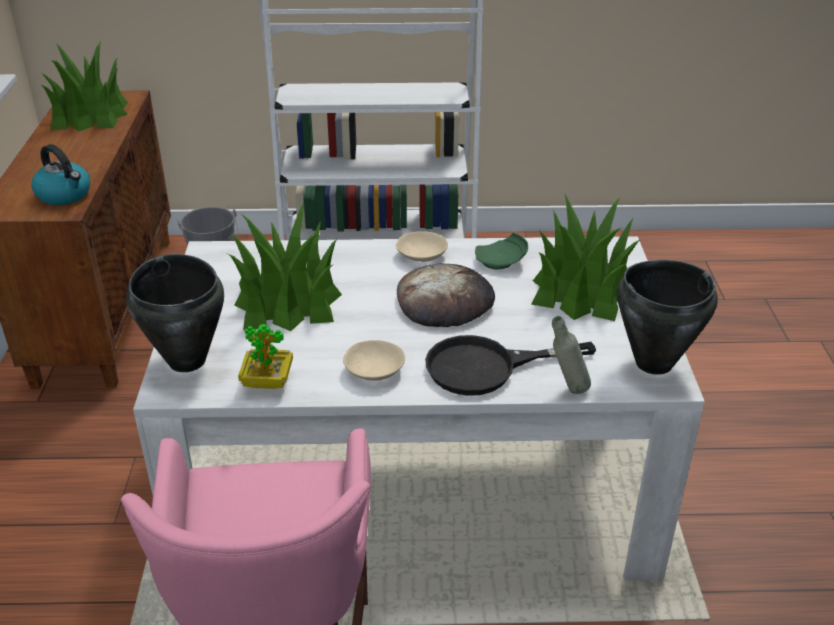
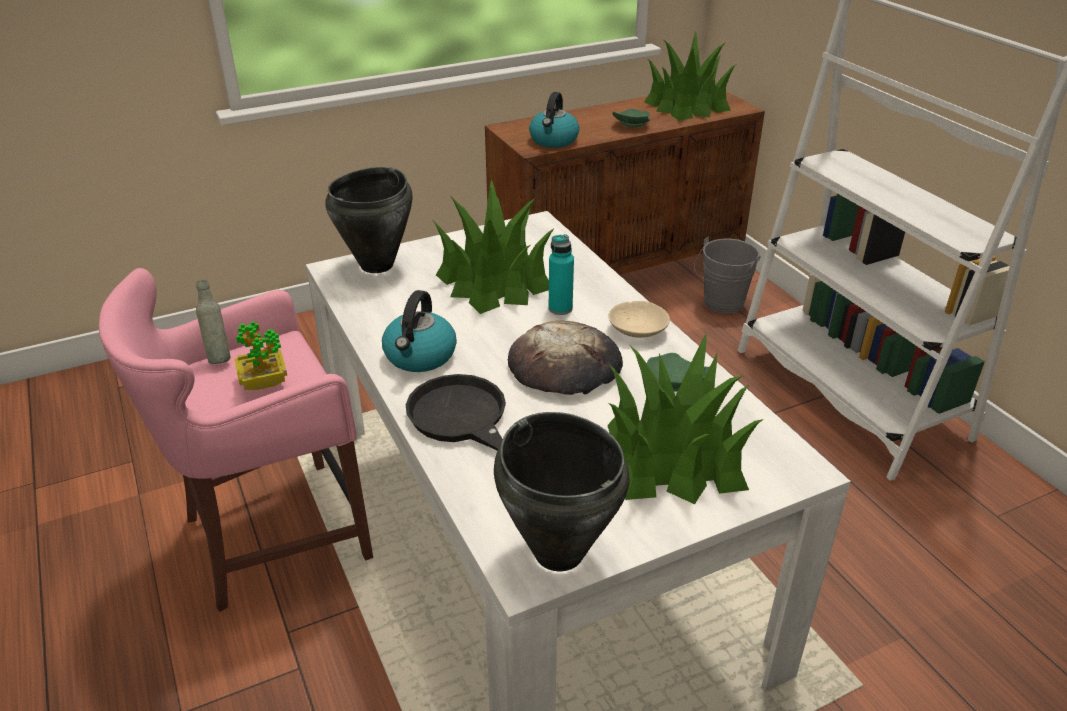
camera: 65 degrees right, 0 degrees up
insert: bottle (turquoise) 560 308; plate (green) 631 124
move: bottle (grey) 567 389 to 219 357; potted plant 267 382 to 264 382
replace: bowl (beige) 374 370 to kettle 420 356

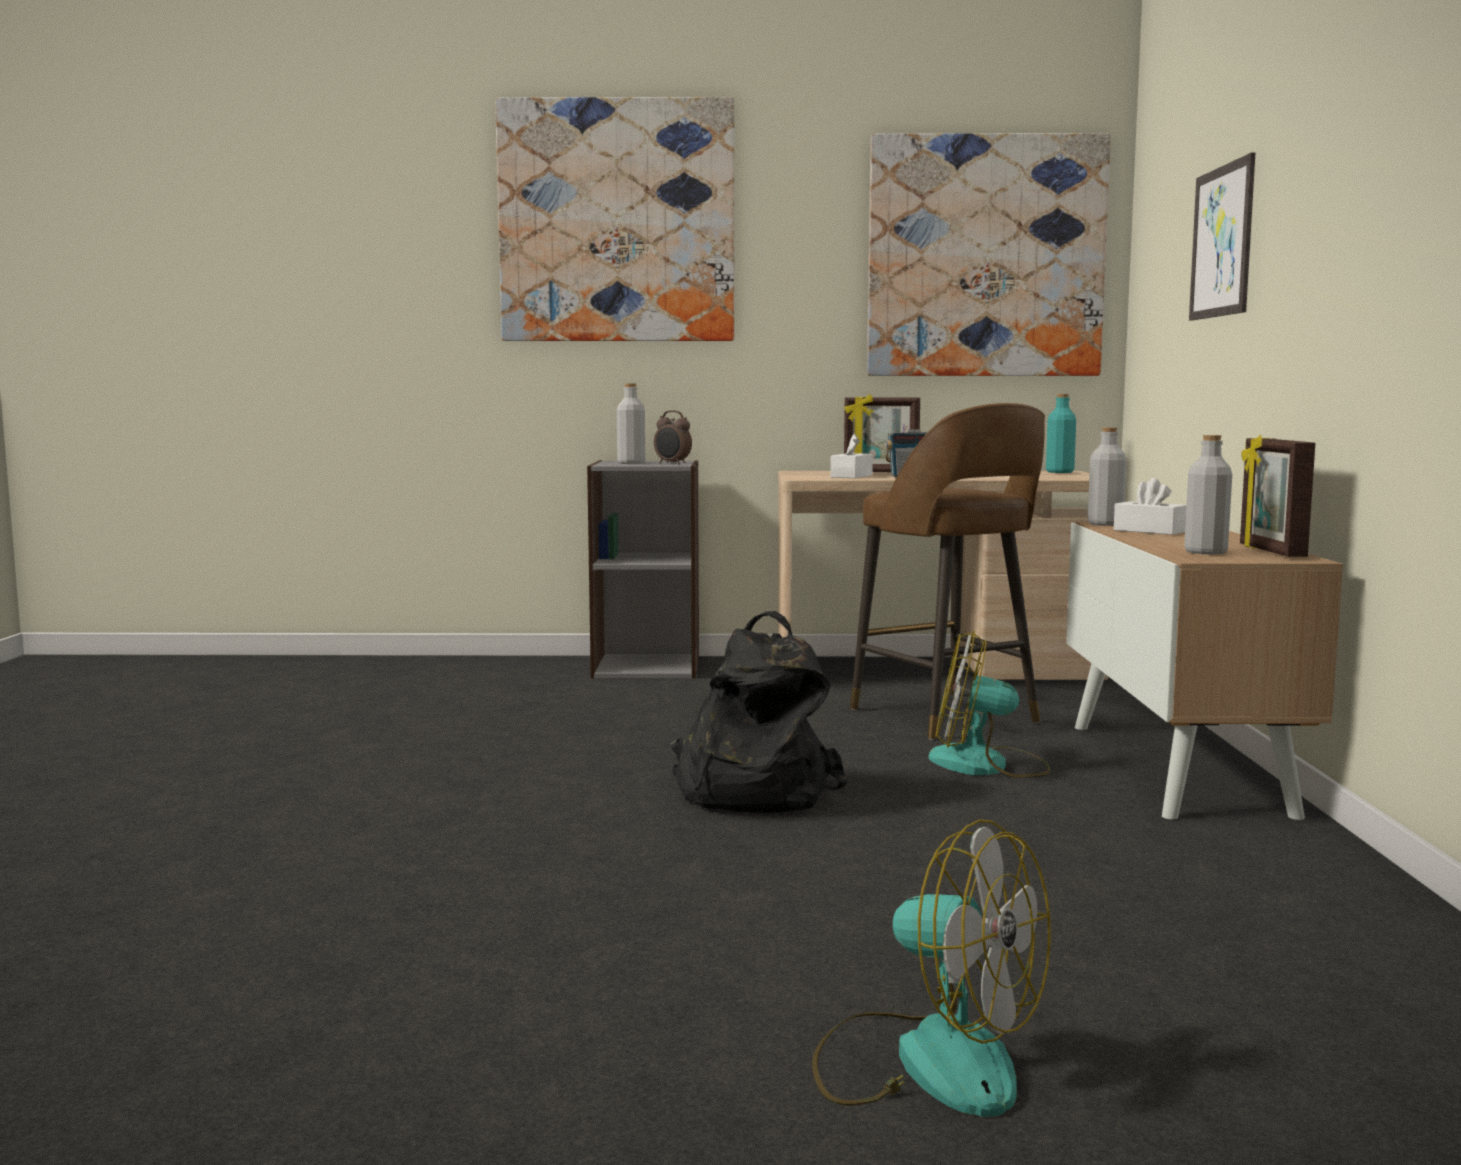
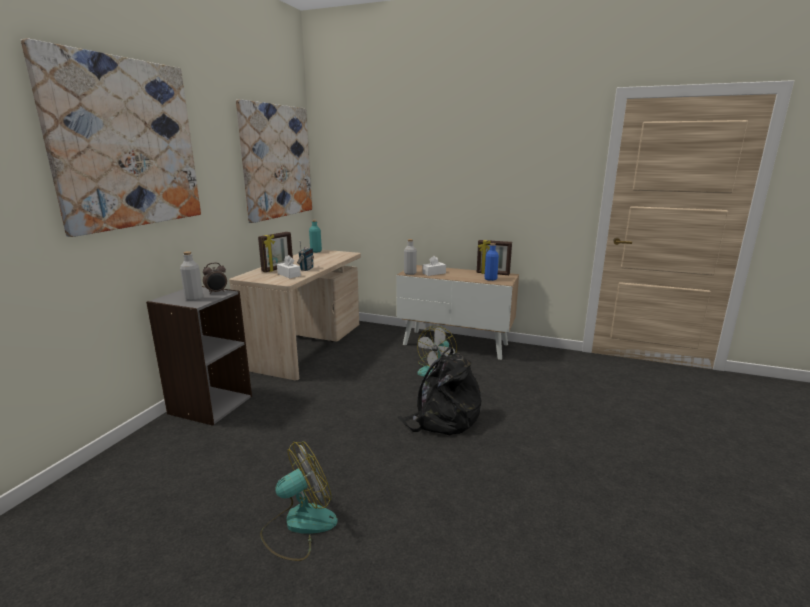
camera: 70 degrees left, 10 degrees up
delete: stool (brown) 947 717; picture 1222 241
move: fan 926 1060 to 299 525
recolor: bottle (grey) 1205 552 to bottle (blue) 490 279

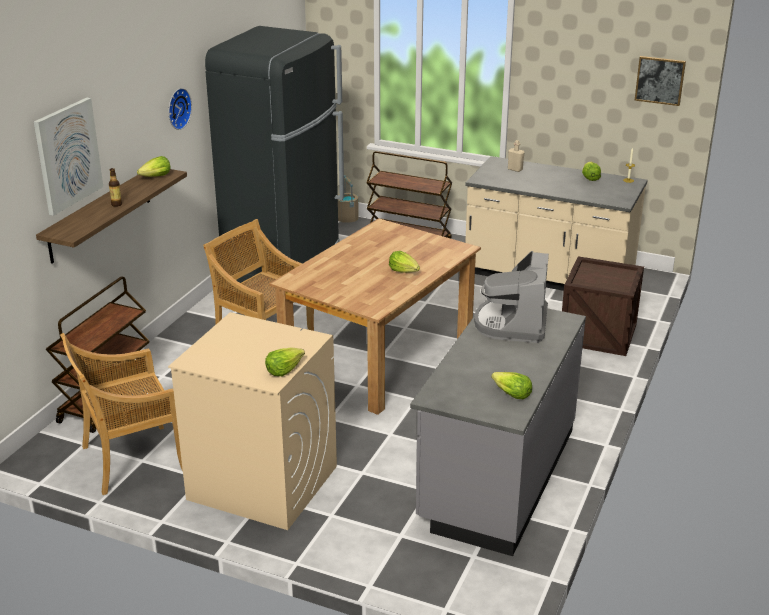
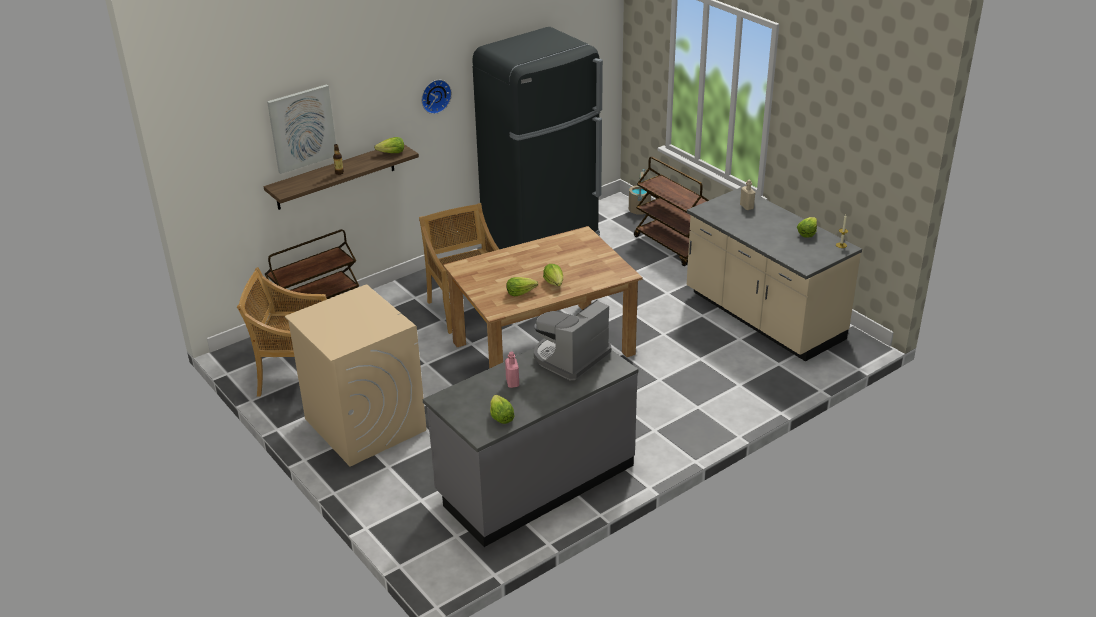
camera: 30 degrees right, 5 degrees up
delete: crate 598 334; picture 660 80
insert: bottle (pink) 512 383
move: lettuce 284 370 to 520 292

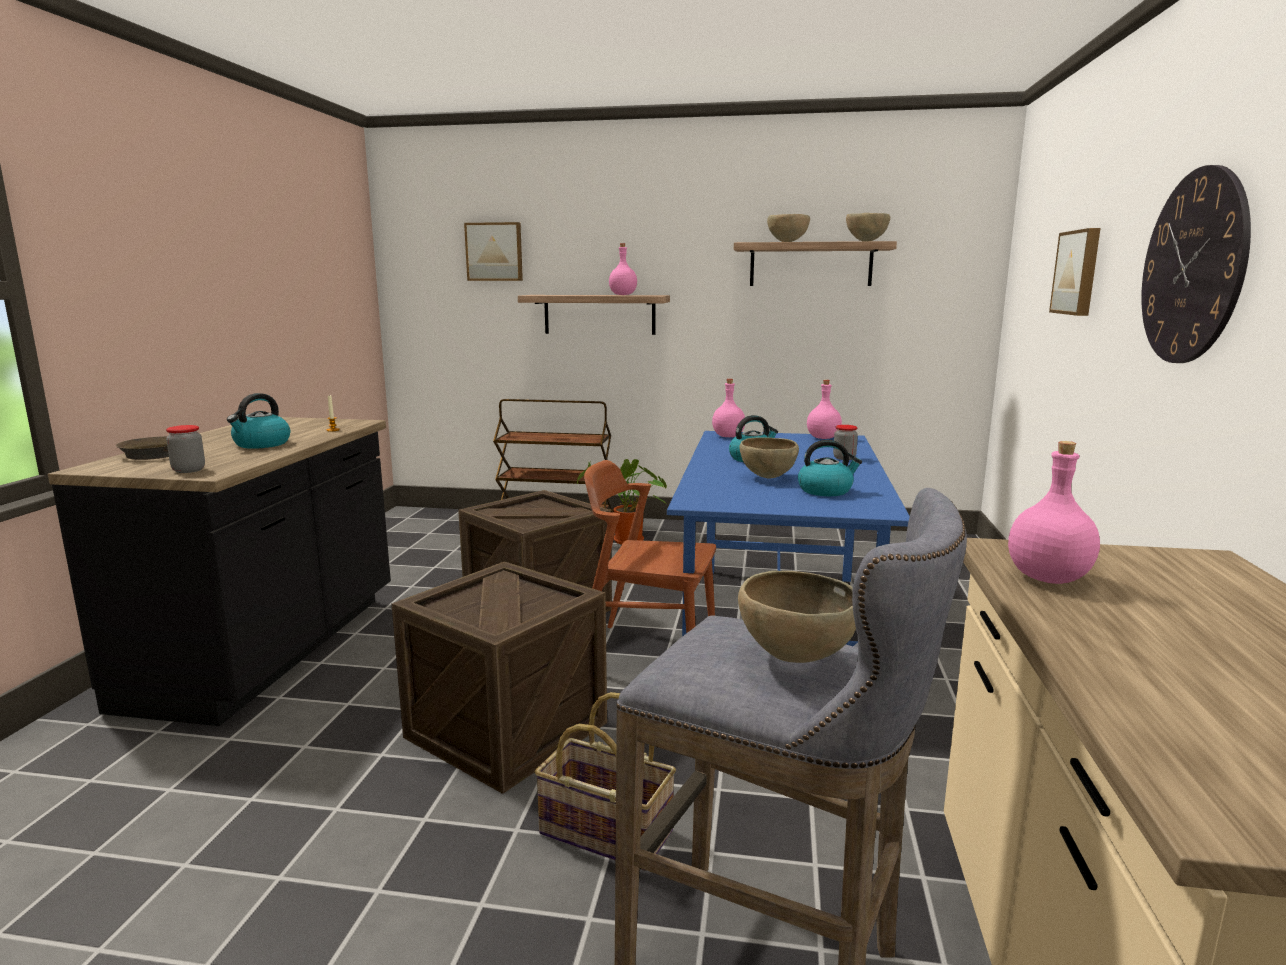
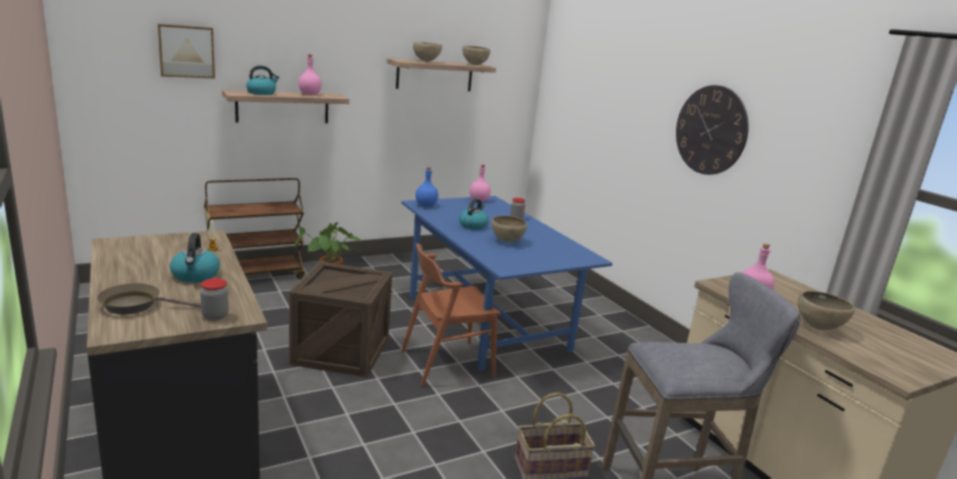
camera: 40 degrees left, 5 degrees up
delete: crate 506 730; picture 1078 272
move: kettle 826 490 to 262 93; bowl (brown) 795 659 to 818 328
recolor: bottle (pink) 728 436 to bottle (blue) 425 205

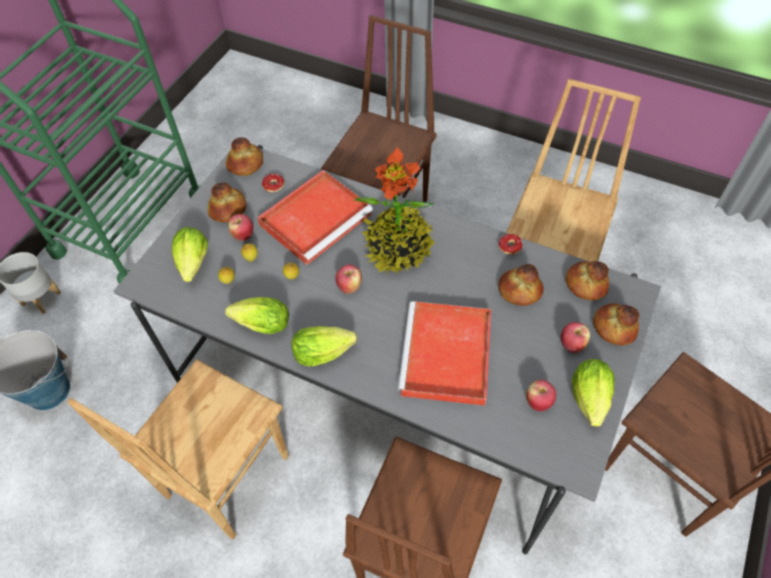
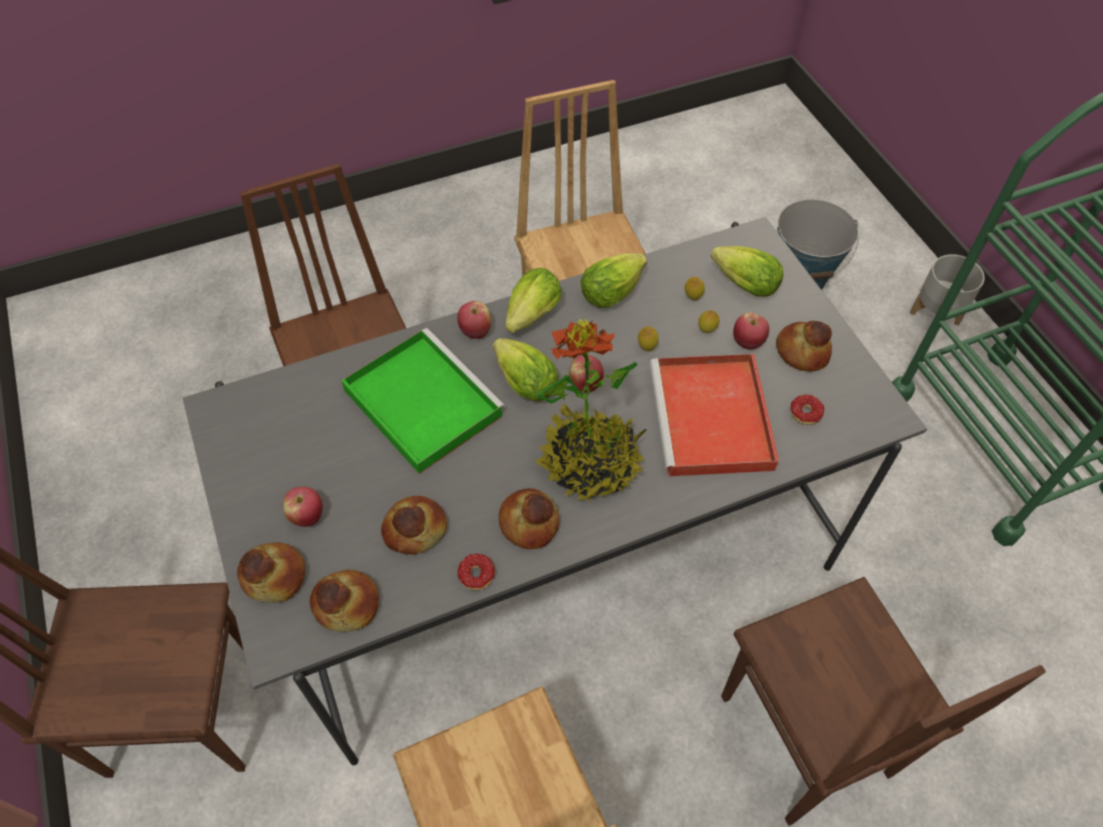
camera: 130 degrees right, 0 degrees up
move: apple 538 402 to 475 331; lettuce 589 402 to 522 381; bread 246 164 to 528 523
recolor: tray (red) 447 357 to tray (green) 420 401

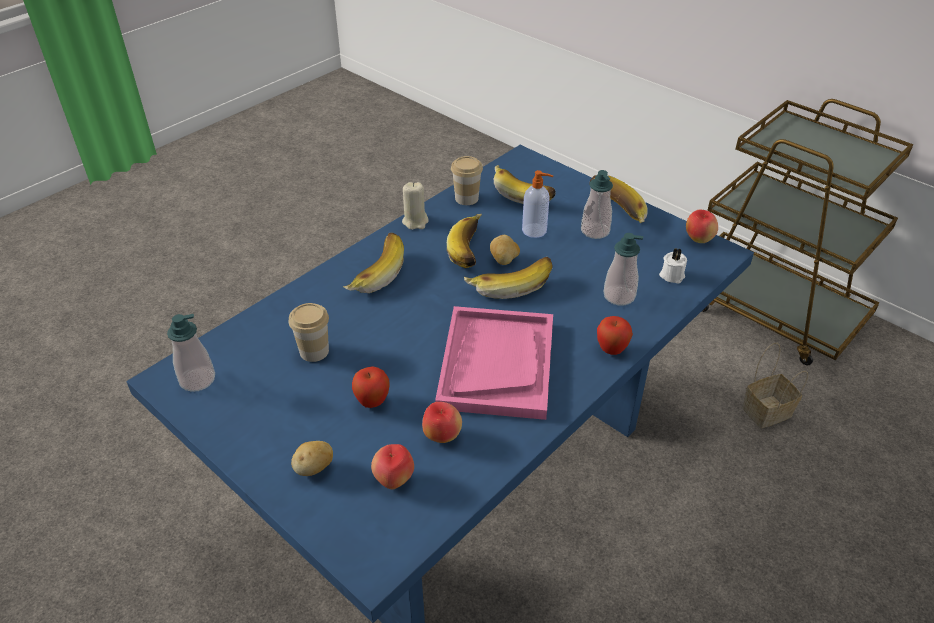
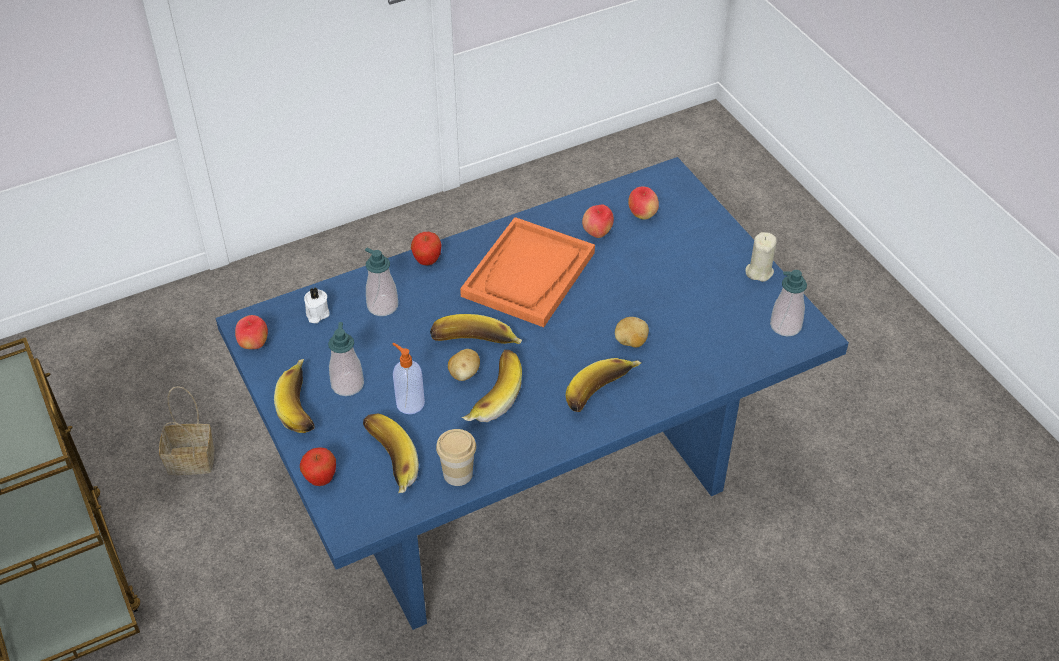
camera: 160 degrees left, 5 degrees up
delete: cup 314 351
move: apple 372 402 to 321 479; potato 314 468 to 630 342; candle (beige) 415 221 to 759 271
recolor: tray (pink) 496 364 to tray (orange) 528 275

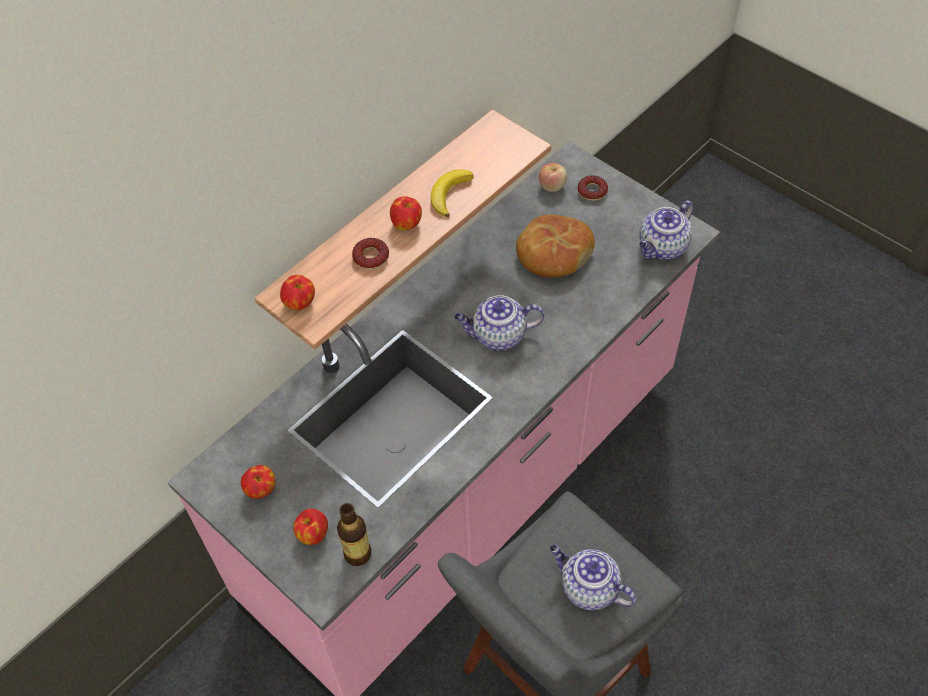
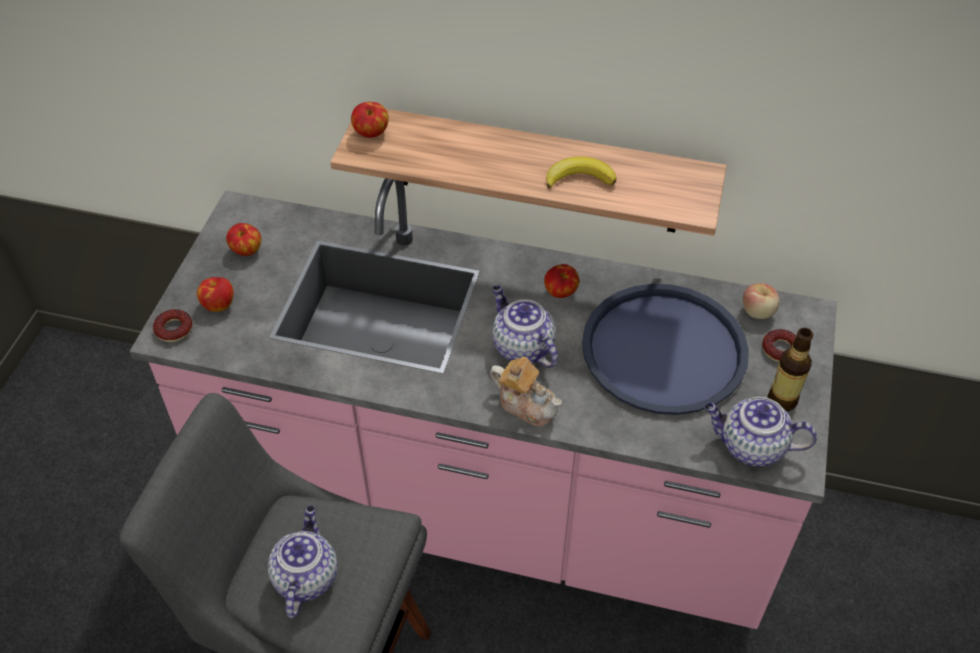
camera: 60 degrees right, 5 degrees down
insert: teapot 526 404
move: donut 371 257 to 174 329; apple 407 224 to 561 292; bottle 357 554 to 782 400
replace: bread 553 254 to tray (blue) 663 350

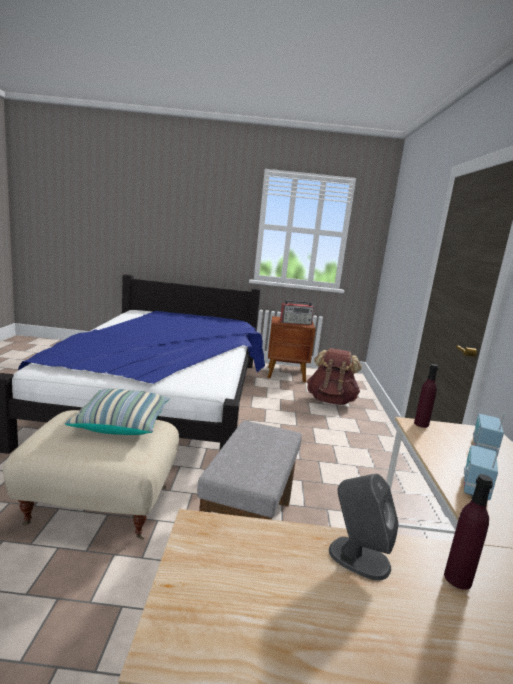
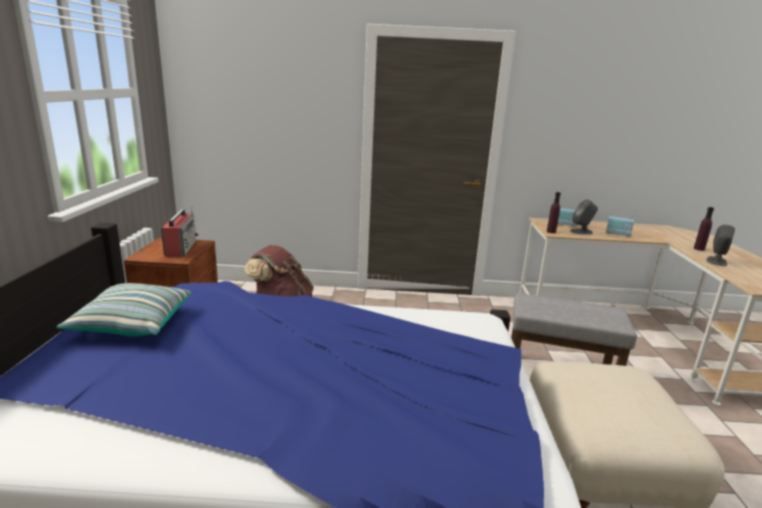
camera: 90 degrees left, 5 degrees up
insert: speaker (grey) 581 231
move: pillow 122 423 to 132 324

